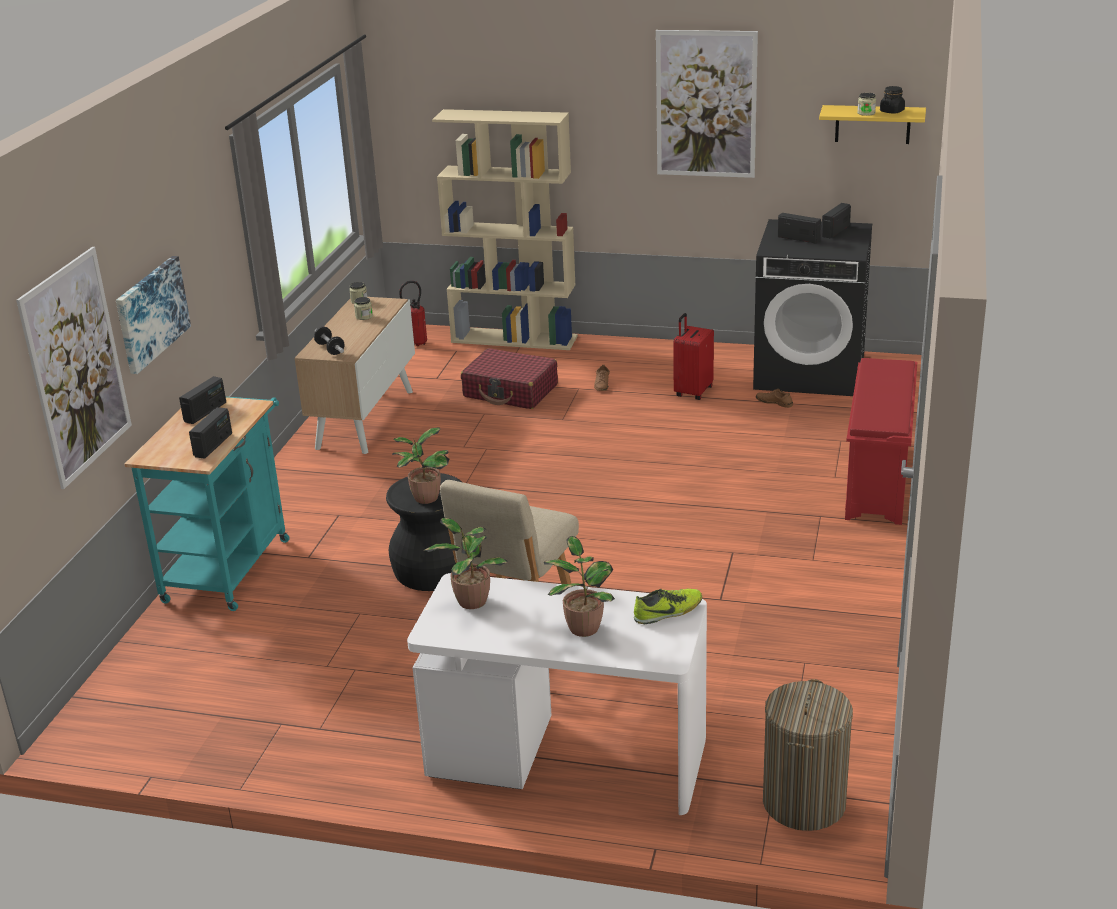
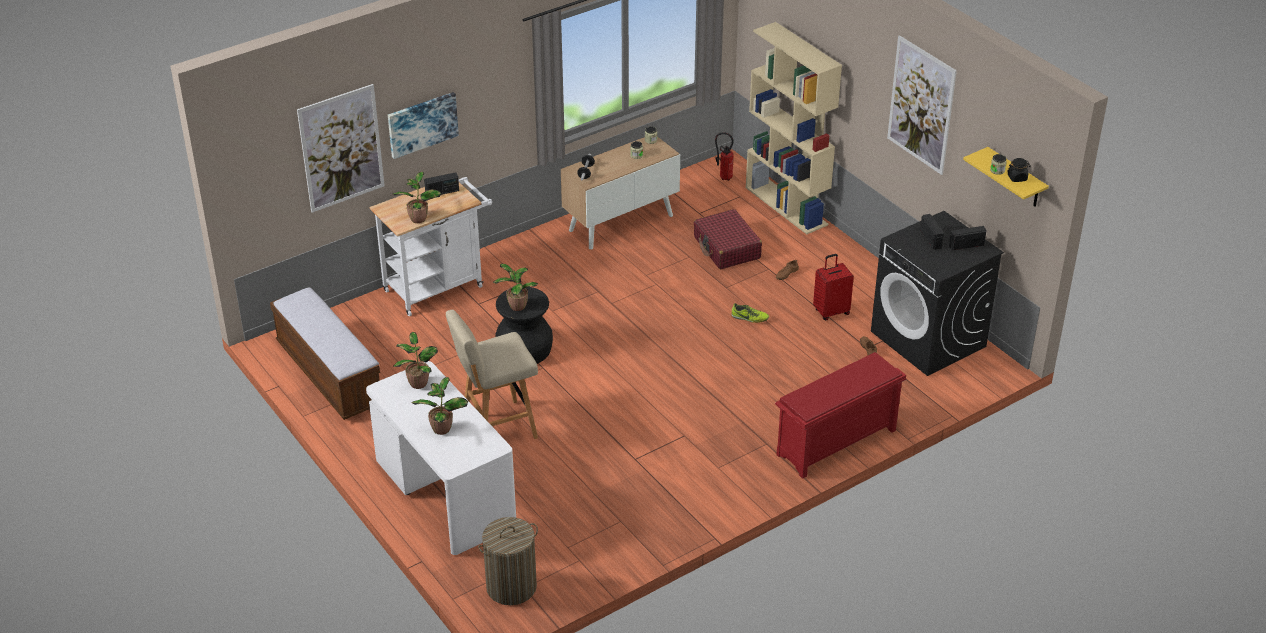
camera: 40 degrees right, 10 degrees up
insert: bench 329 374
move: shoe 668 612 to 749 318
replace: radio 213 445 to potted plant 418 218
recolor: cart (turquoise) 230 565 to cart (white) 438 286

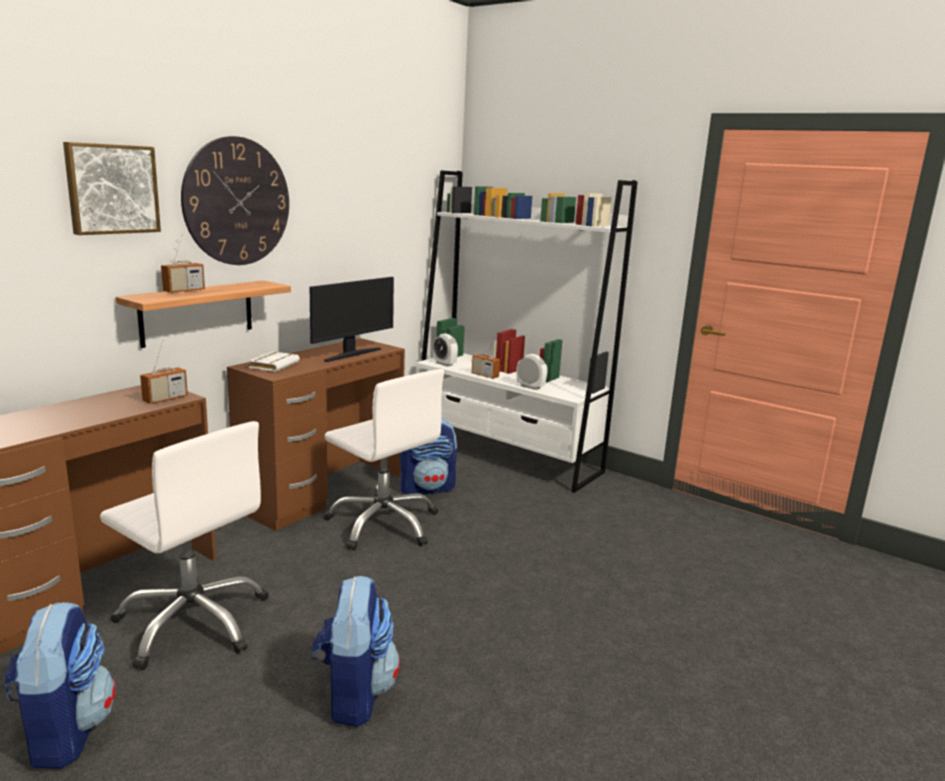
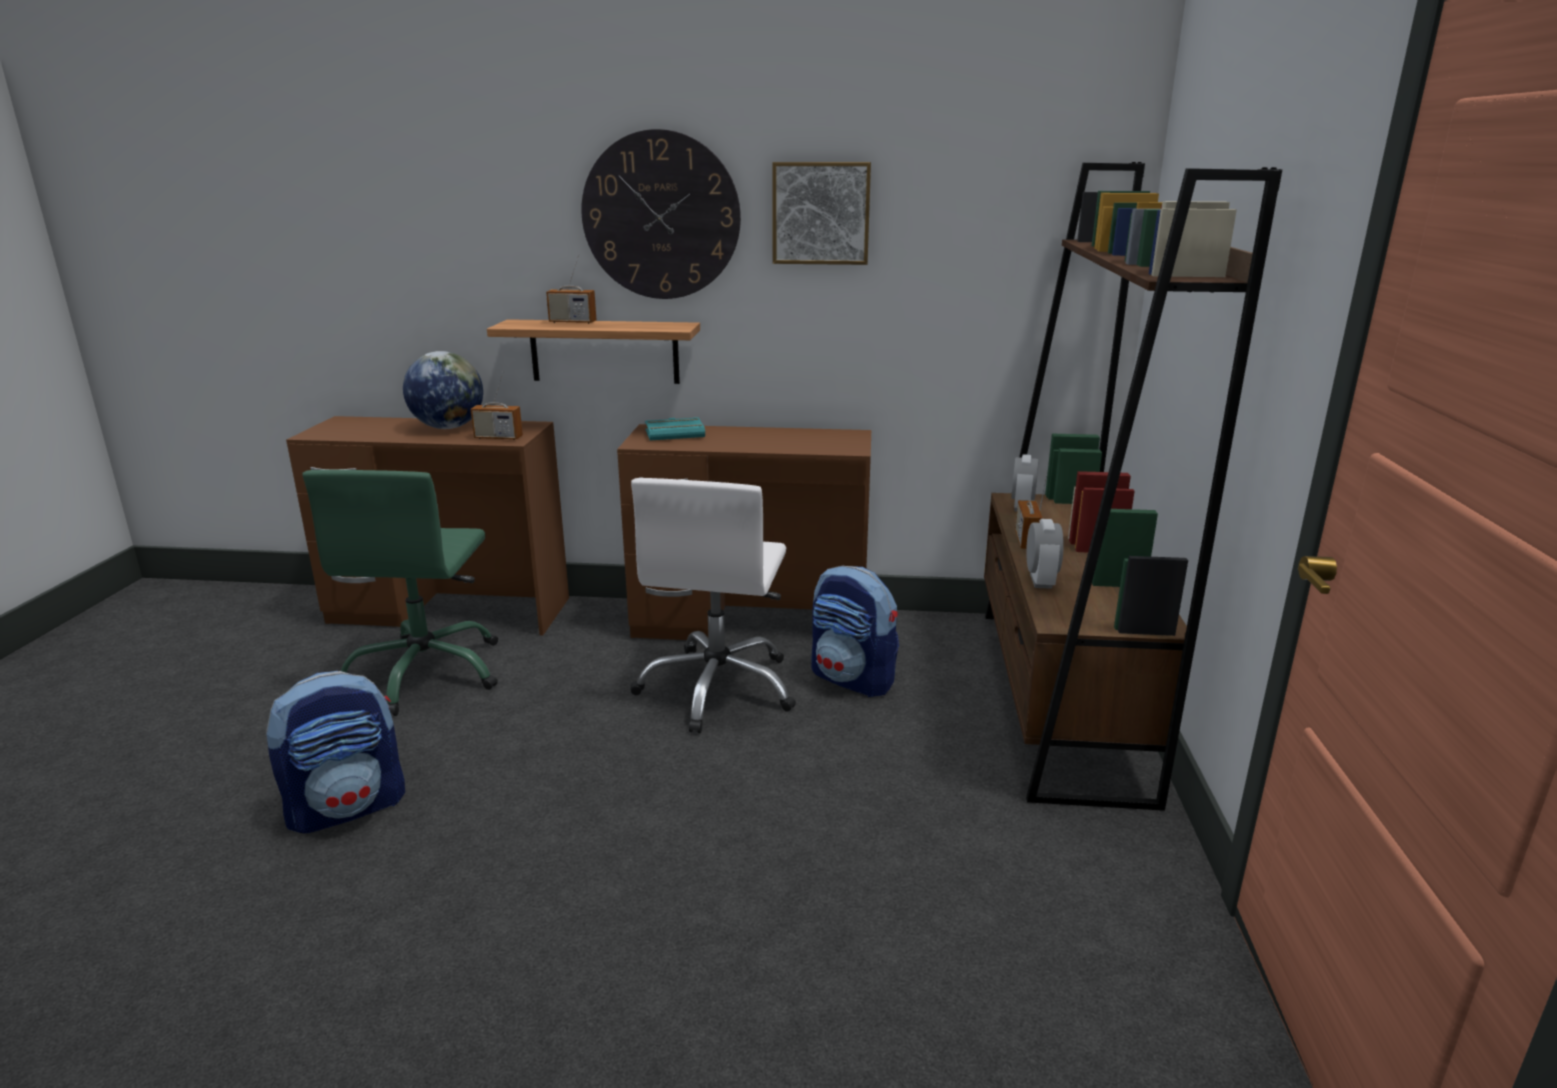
camera: 60 degrees right, 5 degrees up
delete: backpack 65 732; monitor 352 354
insert: globe 448 427
move: picture 112 189 to 821 213
recolor: office chair (white) 193 621 to office chair (green) 426 673; book (white) 273 365 to book (turquoise) 676 434; bookcase (white) 505 455 to bookcase (brown) 1059 697

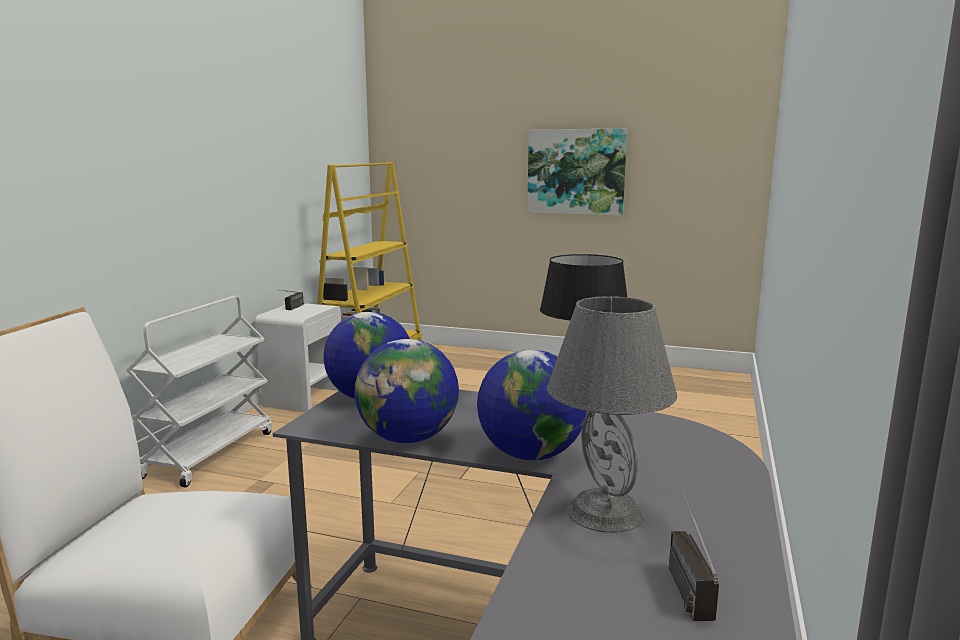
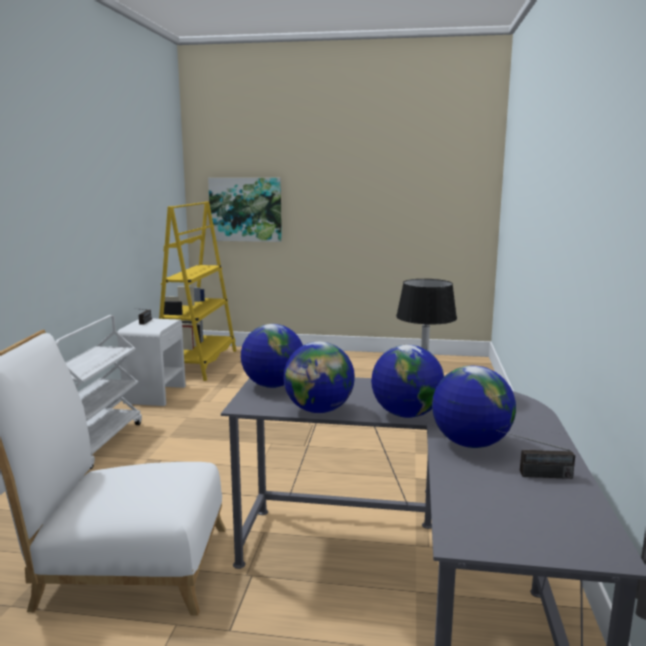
camera: 10 degrees left, 0 degrees up
move: picture 576 172 to 245 209
replace: table lamp (grey) 603 511 to globe 470 443
rotate: radio 681 579 = 532 475 75 degrees counterclockwise

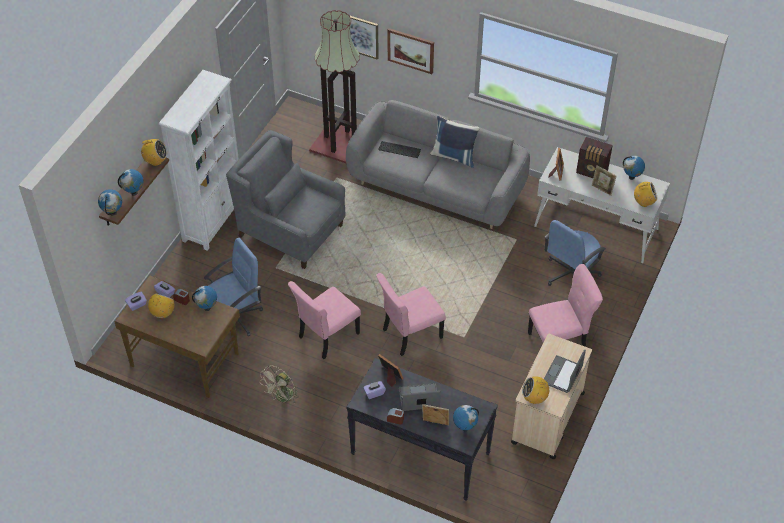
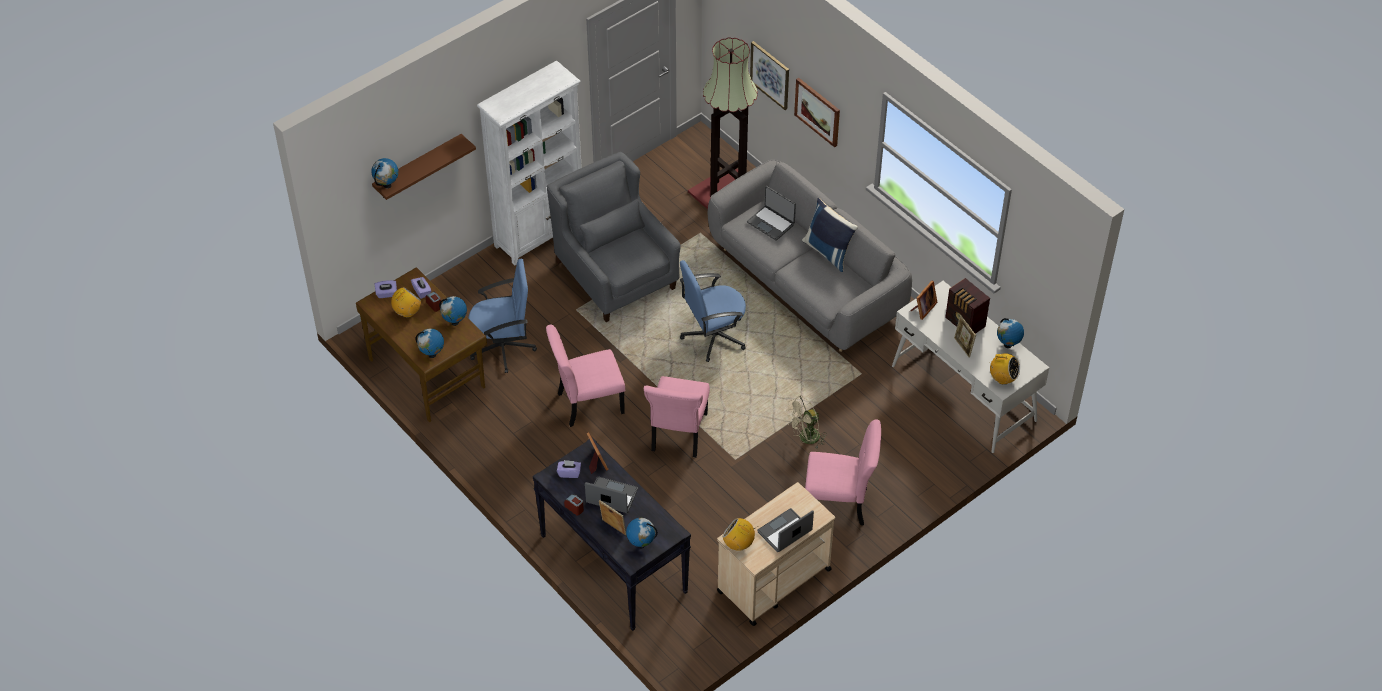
camera: 25 degrees right, 0 degrees up
delete: radio 155 161
move: globe 134 192 to 432 354; office chair (blue) 570 274 to 713 336; fan (beige) 282 398 to 805 438
replace: keyboard 400 149 to laptop 771 223
rotate: chair (pink) 410 334 = 678 434 75 degrees counterclockwise

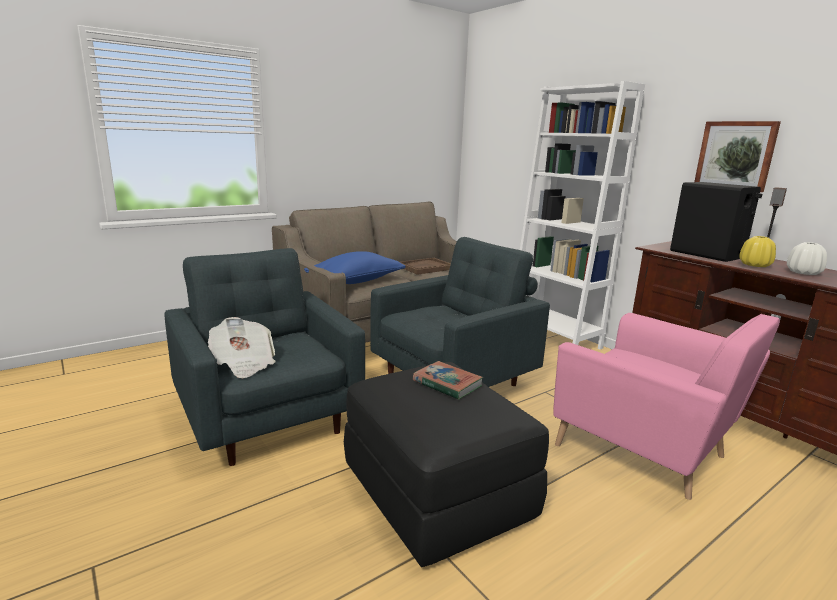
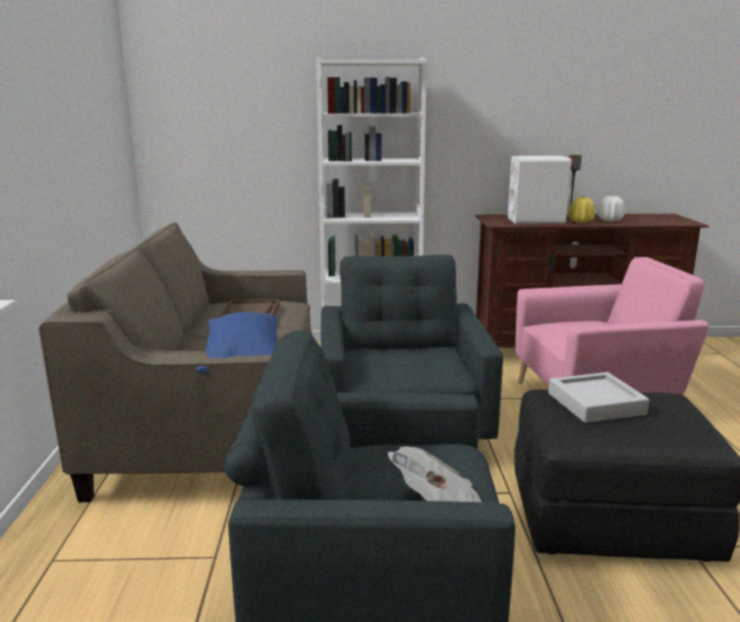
camera: 55 degrees left, 0 degrees up
delete: picture 735 155
replace: book 447 384 to tray (grey) 596 404
recolor: speaker (black) 707 254 to speaker (white) 536 220

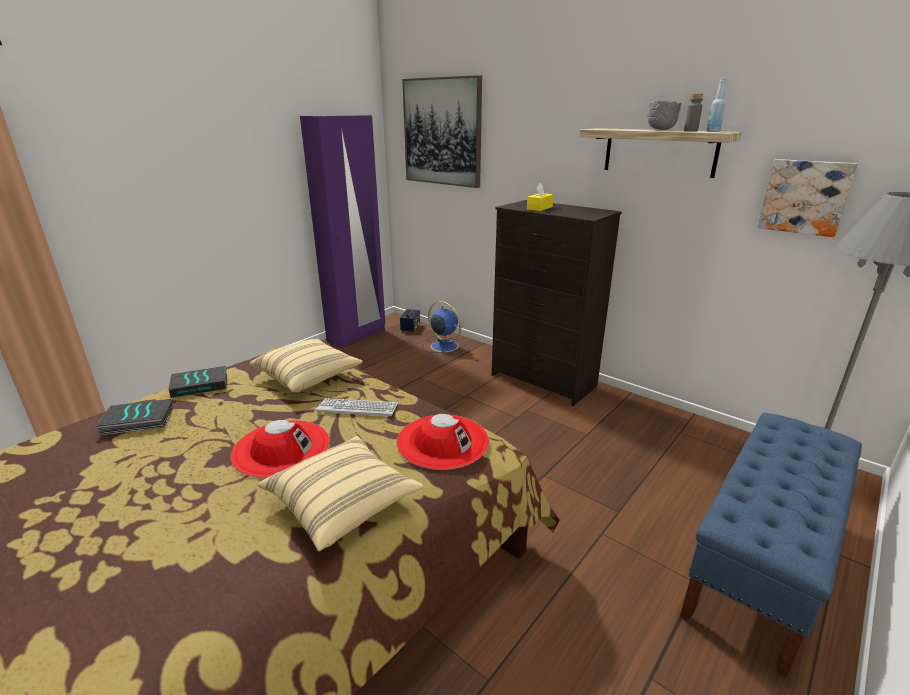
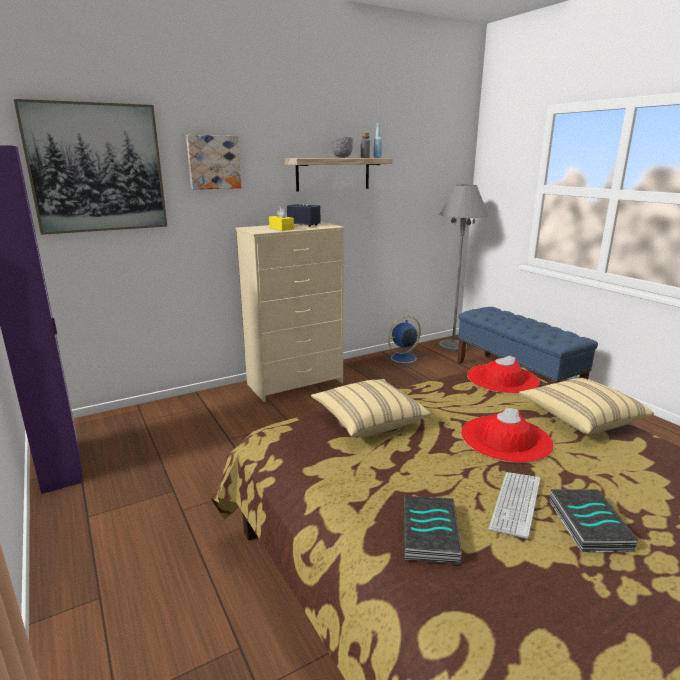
camera: 70 degrees left, 5 degrees down
move: picture 805 197 to 213 162; speaker 410 328 to 303 225; fan (blue) 443 346 to 402 358; keyboard 357 408 to 515 504; book 201 385 to 586 524
recolor: dresser (black) 543 381 to dresser (beige) 296 383

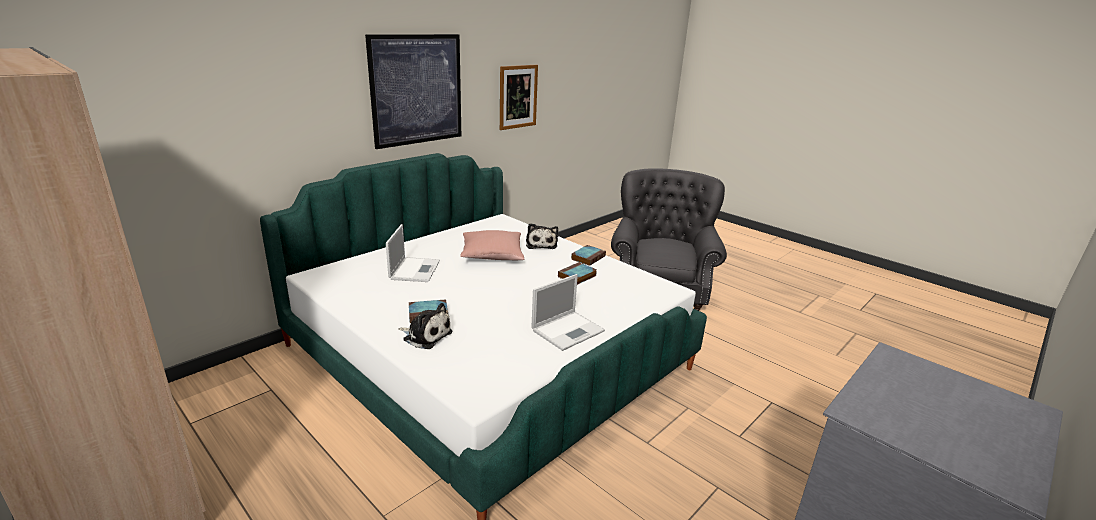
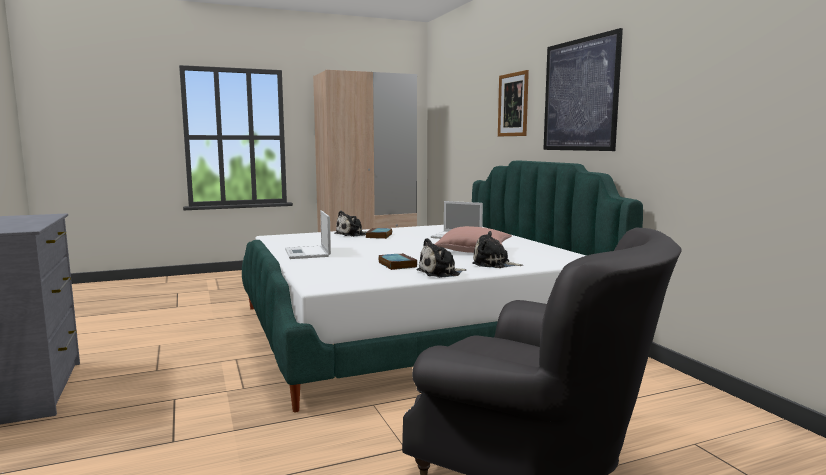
camera: 115 degrees right, 15 degrees down
move: picture 518 97 to 513 104
replace: book 588 257 to plush toy 441 273

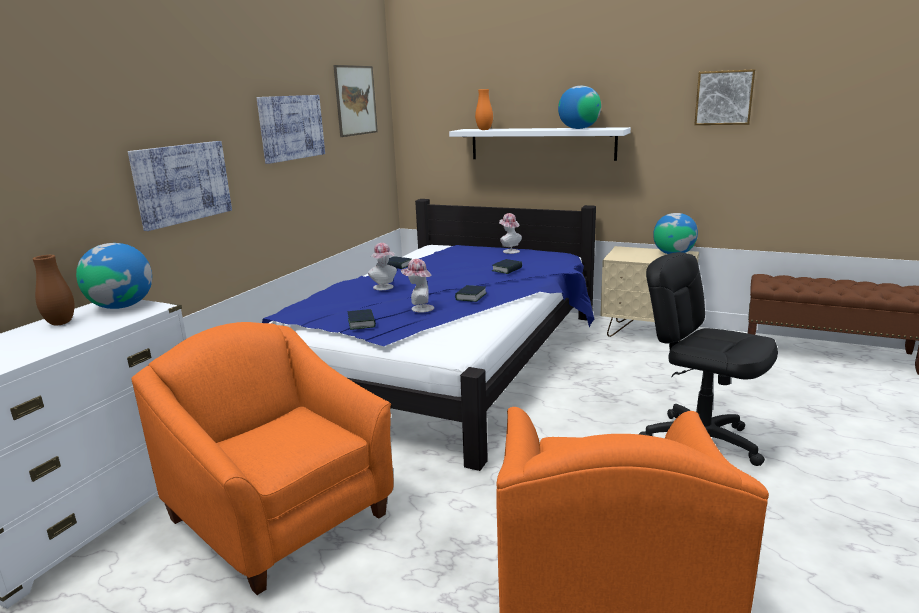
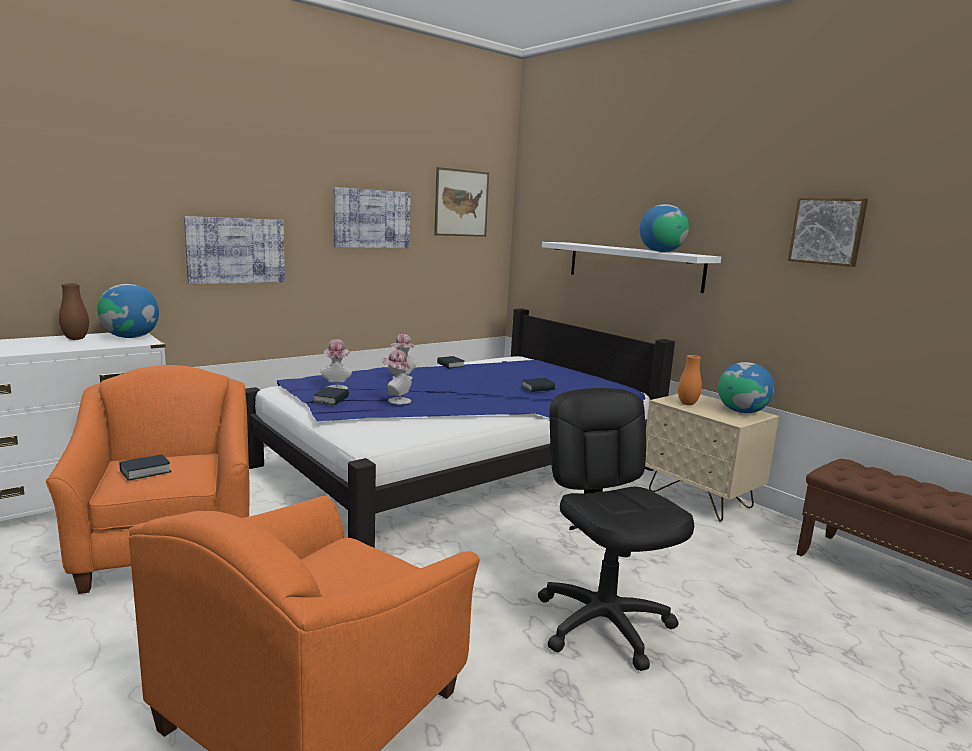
camera: 25 degrees right, 5 degrees down
move: book 471 297 to 145 472; hat 509 251 to 336 387; vase (orange) 484 130 to 687 404

